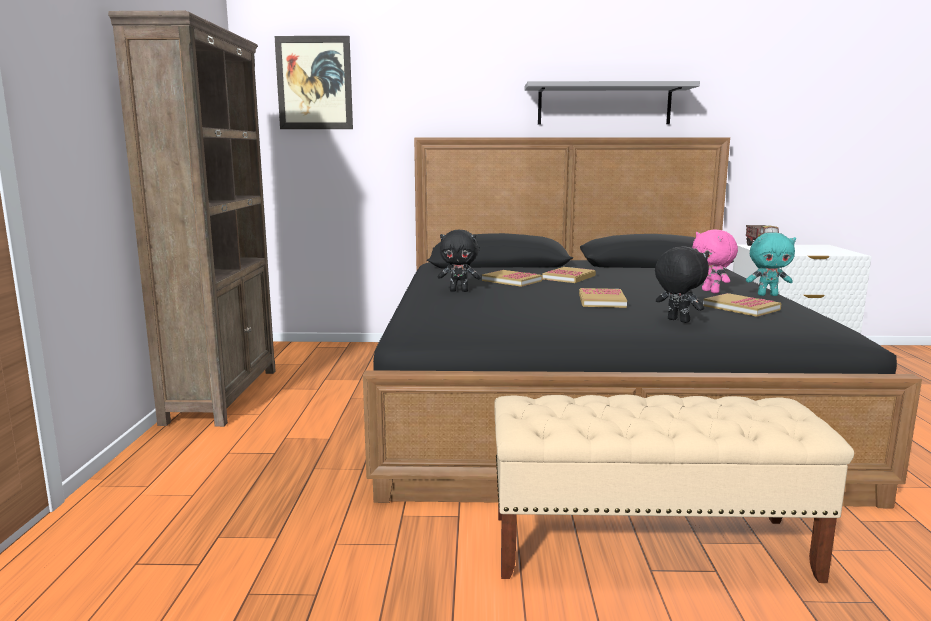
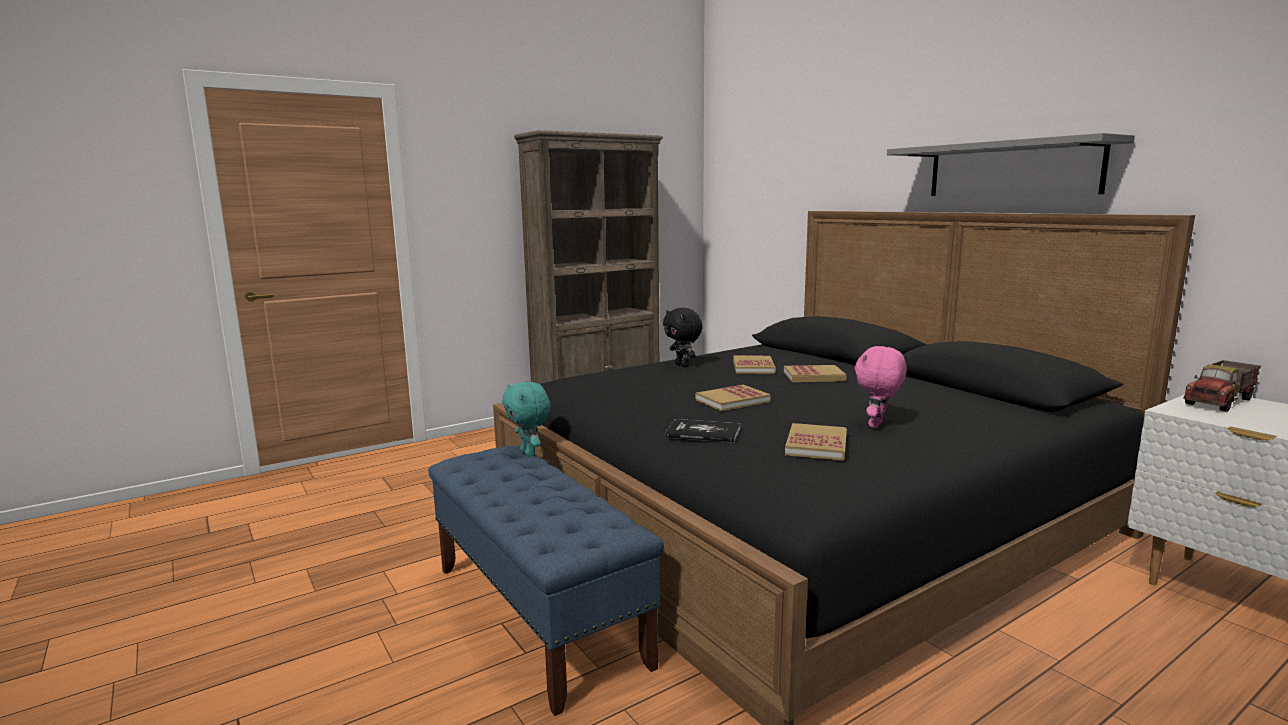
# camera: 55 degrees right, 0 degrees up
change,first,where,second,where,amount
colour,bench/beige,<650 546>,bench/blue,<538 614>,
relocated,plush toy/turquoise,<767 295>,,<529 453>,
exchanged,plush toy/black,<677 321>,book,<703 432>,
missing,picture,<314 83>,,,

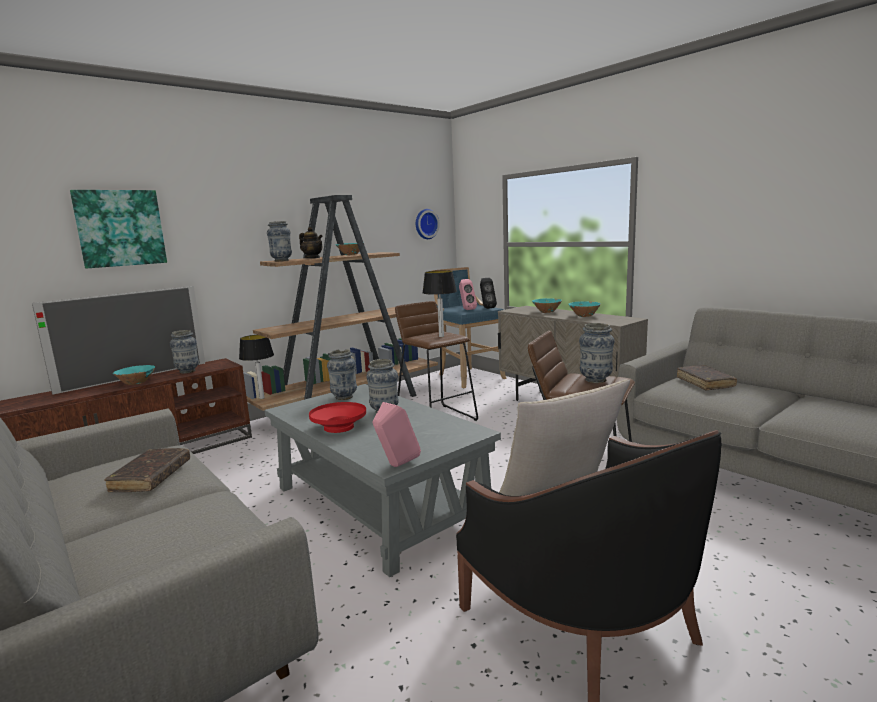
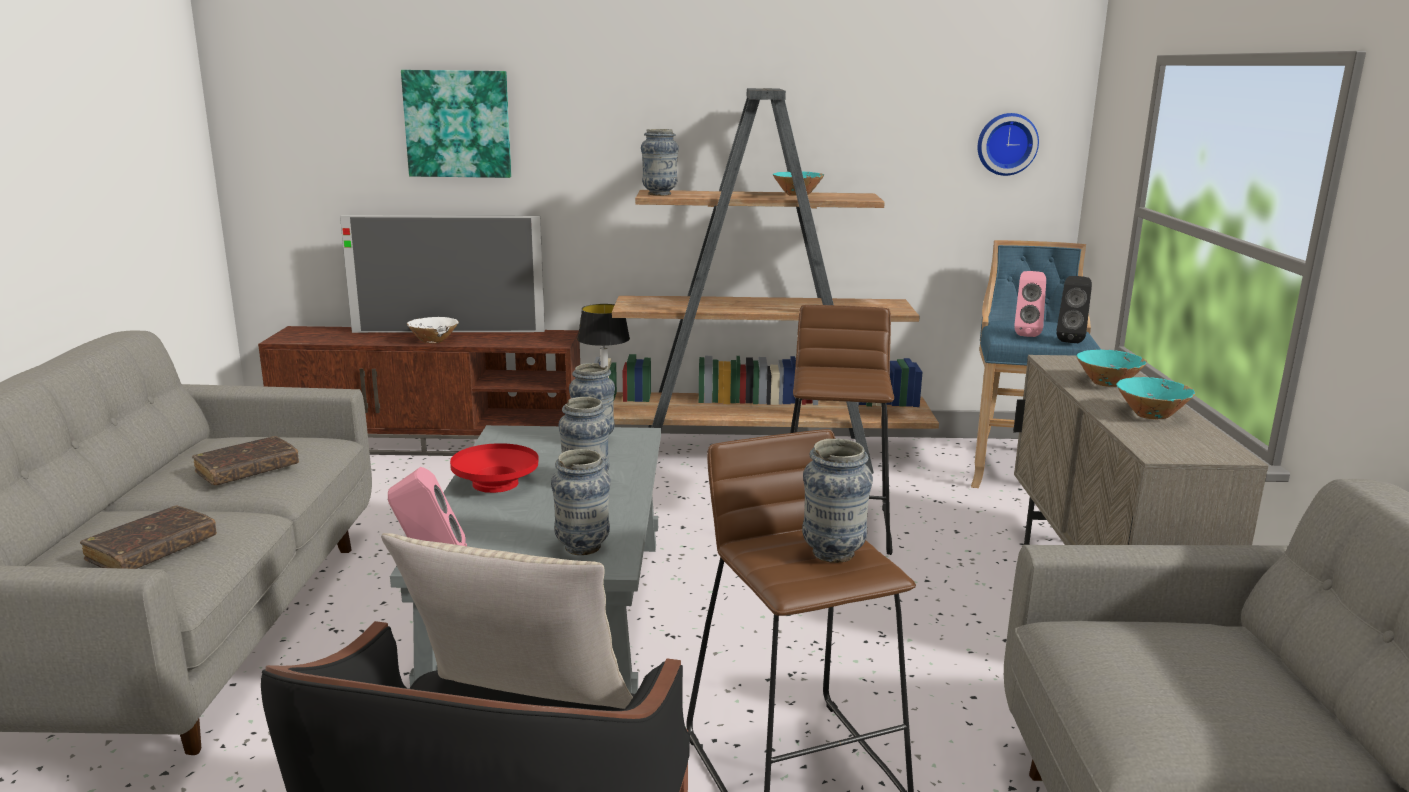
# camera: 40 degrees right, 5 degrees up
change,first,where,second,where,amount
relocated,book/brown,<705 383>,,<152 550>,
colour,bowl/turquoise,<136 383>,bowl/white,<433 341>,
relocated,vase,<187 371>,,<582 547>,
missing,teapot,<312 258>,,,
missing,table lamp,<442 336>,,,

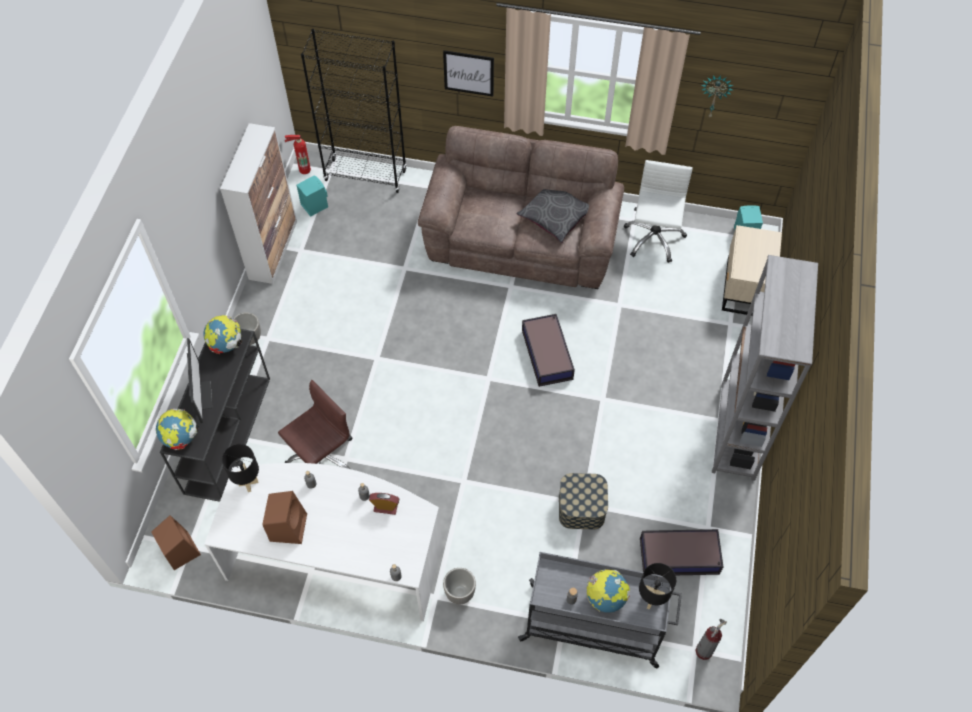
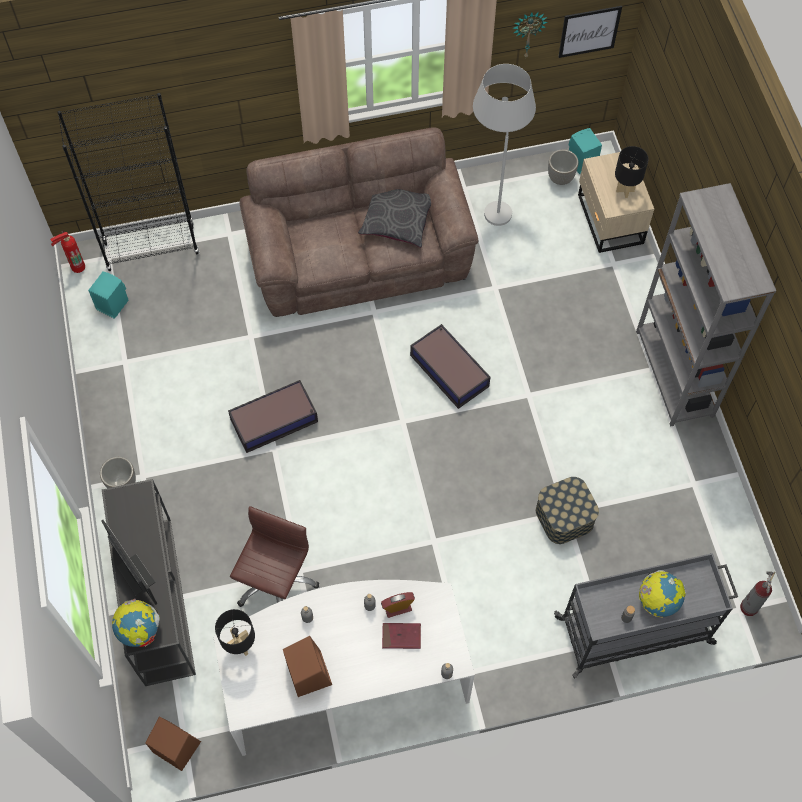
# camera: 25 degrees left, 5 degrees up
change,first,where,second,where,amount
relocated,storage box,<680 556>,,<275 421>,
appeared,,,book/red,<401 636>,
exchanged,office chair/white,<653 238>,floor lamp/white,<493 201>,
relocated,planter,<460 593>,,<560 178>,
relocated,picture,<468 73>,,<589 31>,
relocated,table lamp/black,<650 600>,,<624 191>,
missing,globe,<226 344>,,,
missing,cabinet,<273 249>,,,

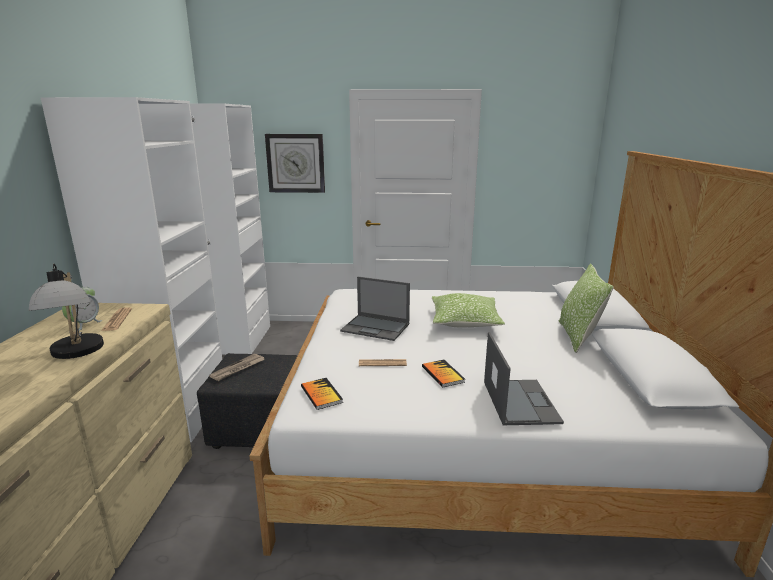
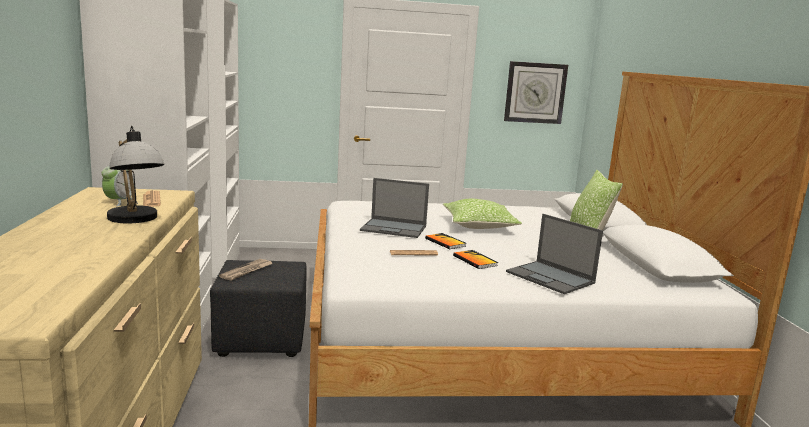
# camera: 10 degrees left, 5 degrees down
change,first,where,second,where,amount
relocated,book,<321 394>,,<445 242>,
relocated,wall clock,<295 163>,,<535 92>,
spun,laptop,<519 401>,,<551 278>,150 degrees clockwise

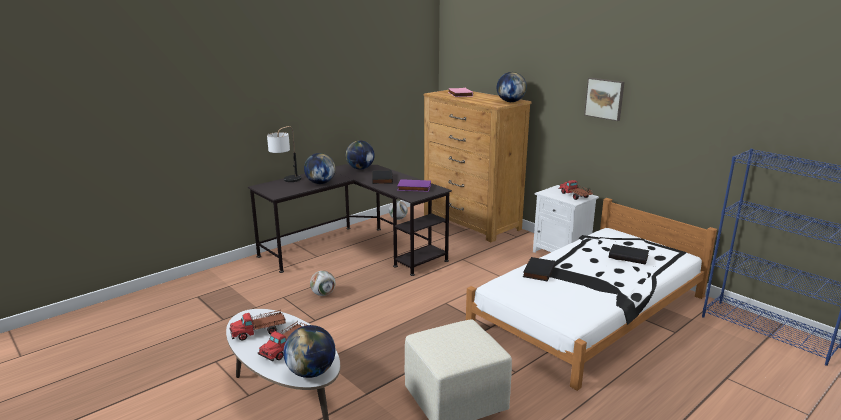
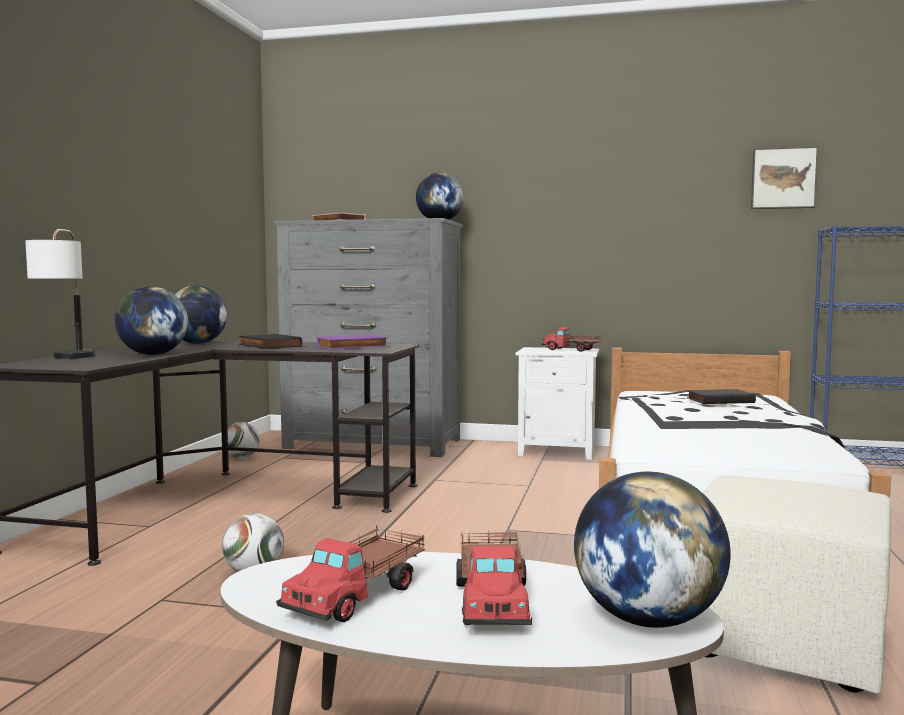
# camera: 35 degrees left, 15 degrees down
change,first,where,second,where,amount
colour,dresser/brown,<471 222>,dresser/grey,<373 444>,
relocated,picture,<605 98>,,<783 178>,
missing,book/black,<538 271>,,,

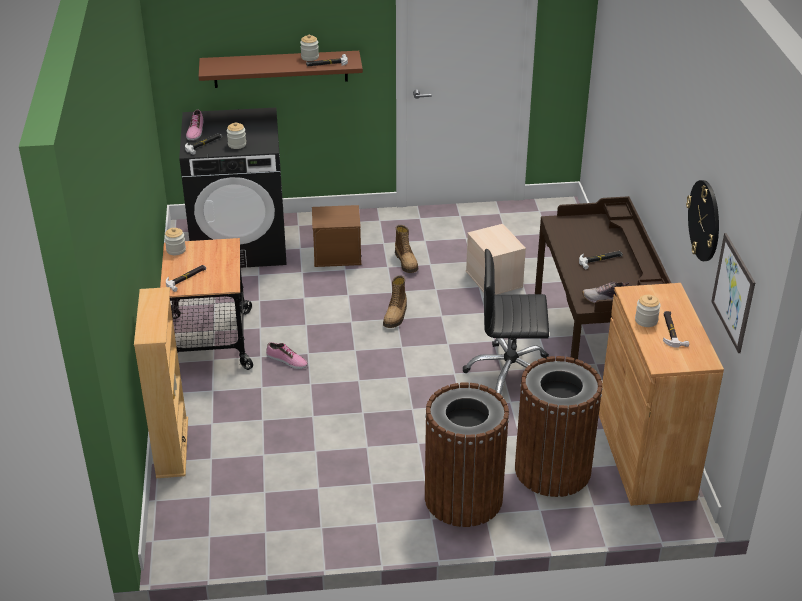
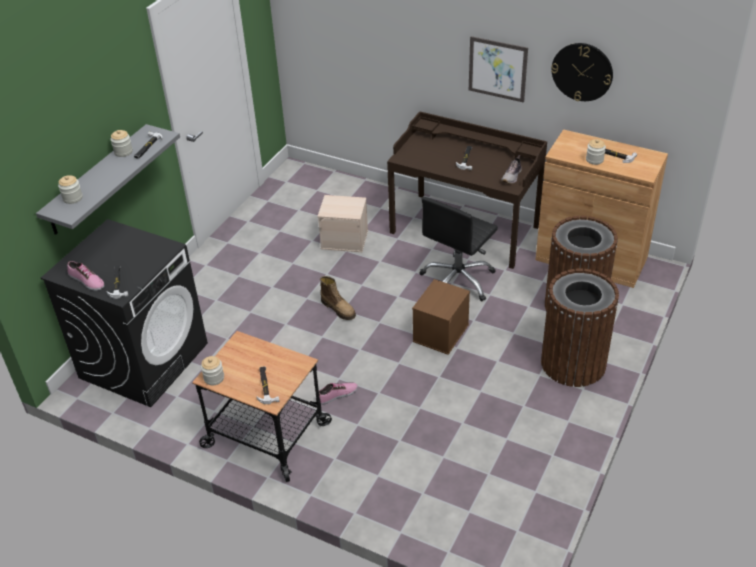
# camera: 55 degrees left, 5 degrees up
change,first,where,second,where,amount
colour,shelf/brown,<280 69>,shelf/grey,<98 180>,
relocated,jar,<237 144>,,<73 198>,
relocated,storage box/brown,<338 254>,,<440 332>,
relocated,picture,<733 292>,,<497 69>,
missing,bookcase/beige,<172 447>,,,
missing,boot,<406 262>,,,

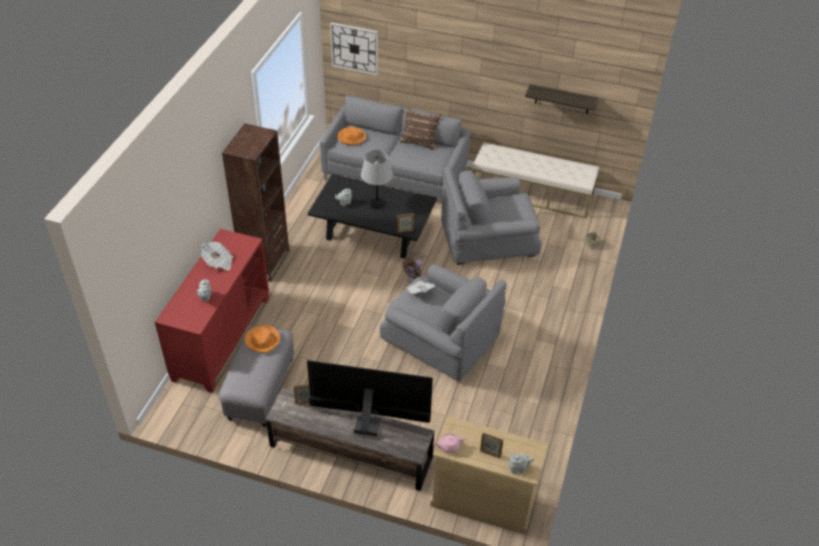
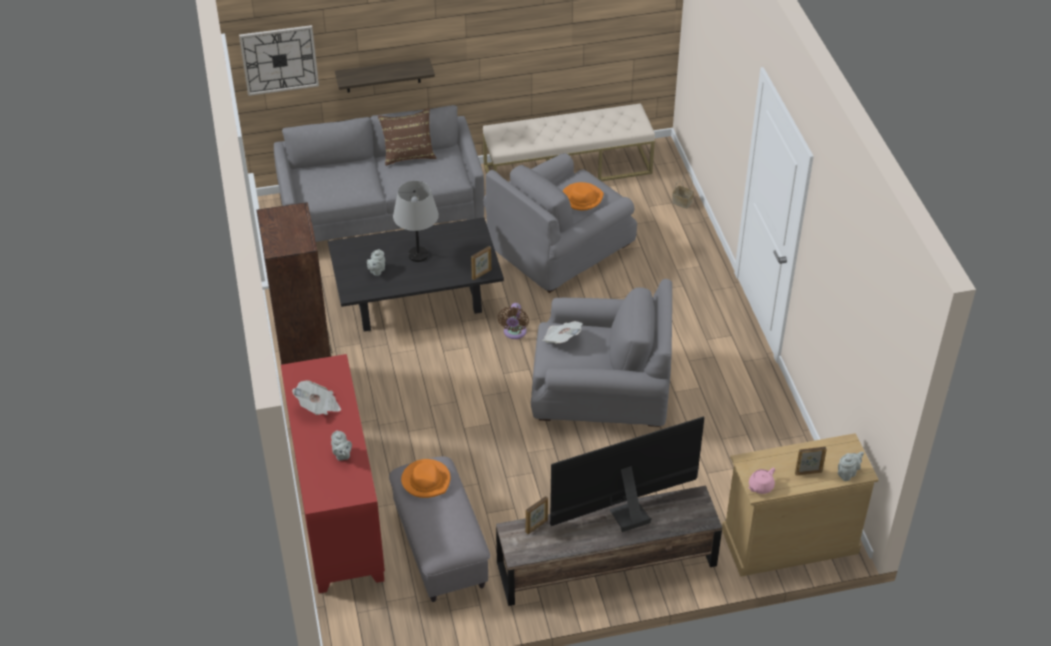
# camera: 30 degrees left, 0 degrees up
change,first,where,second,where,amount
relocated,shelf,<562 99>,,<383 75>,
relocated,hat/orange,<351 137>,,<581 198>,

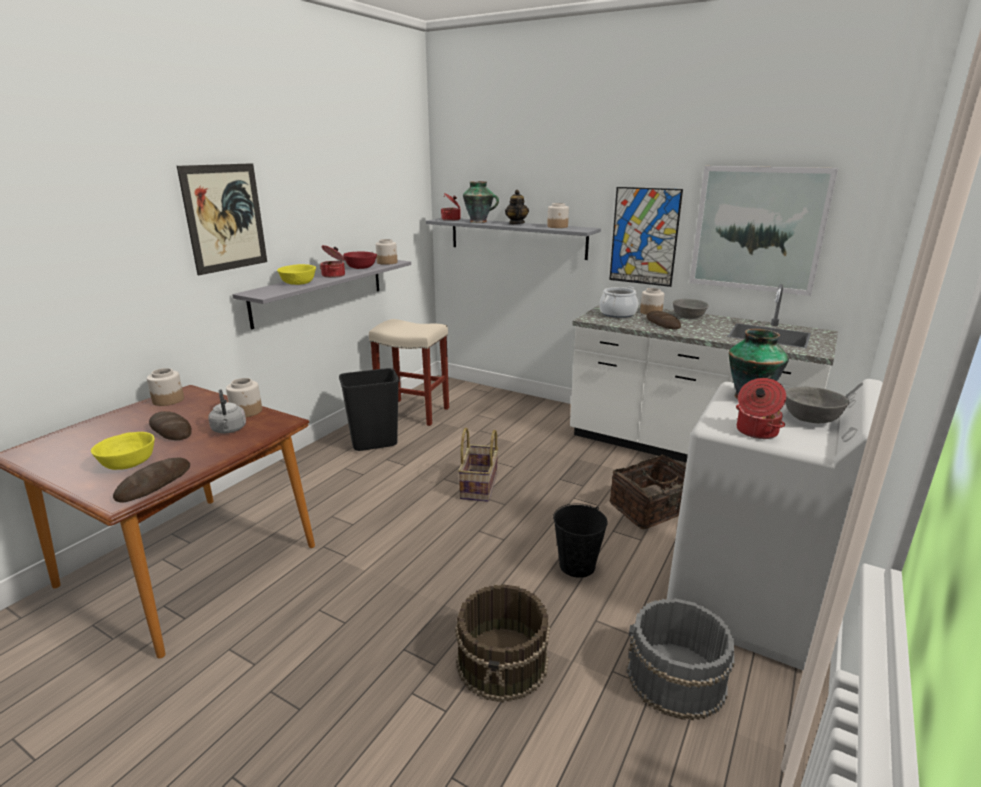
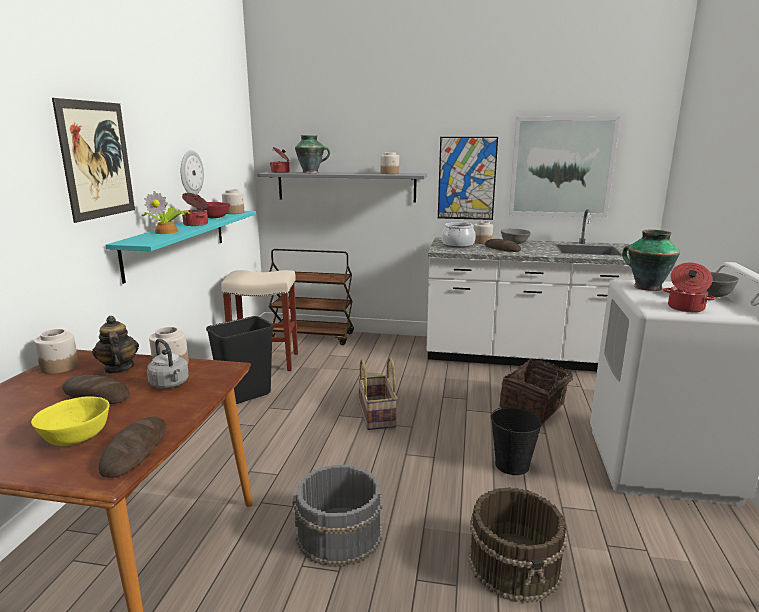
# camera: 20 degrees left, 5 degrees down
change,first,where,second,where,amount
relocated,teapot,<516 223>,,<118 368>,
colour,shelf/grey,<320 291>,shelf/turquoise,<177 242>,
exchanged,bowl/yellow,<298 283>,potted plant,<168 232>,
appeared,,,wall clock,<191 173>,
appeared,,,cart/brown,<312 336>,
relocated,bucket/grey,<675 678>,,<339 535>,

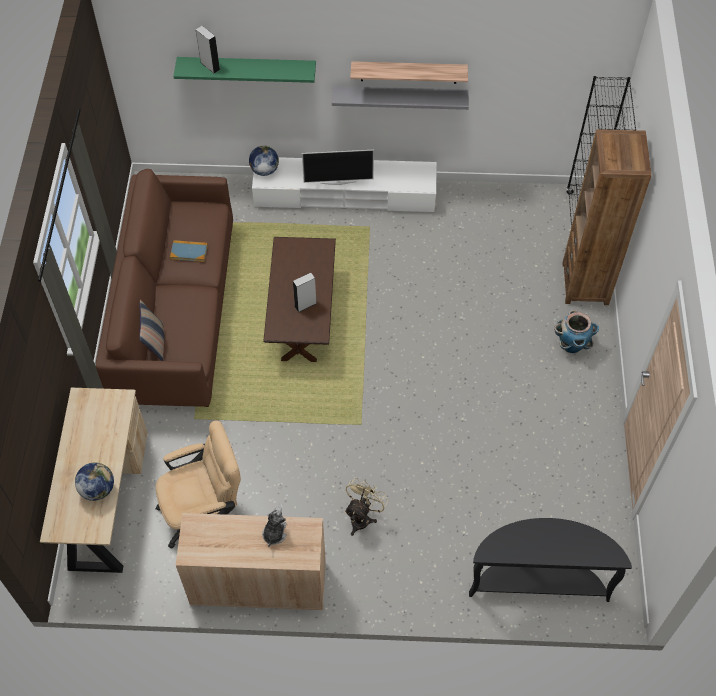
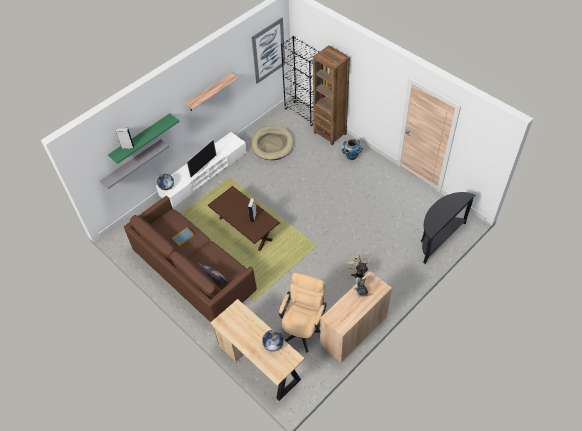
# camera: 45 degrees left, 5 degrees down
change,first,where,second,where,amount
relocated,shelf/grey,<400 96>,,<132 164>,
appeared,,,picture,<268 51>,
appeared,,,dog bed/beige,<272 144>,

